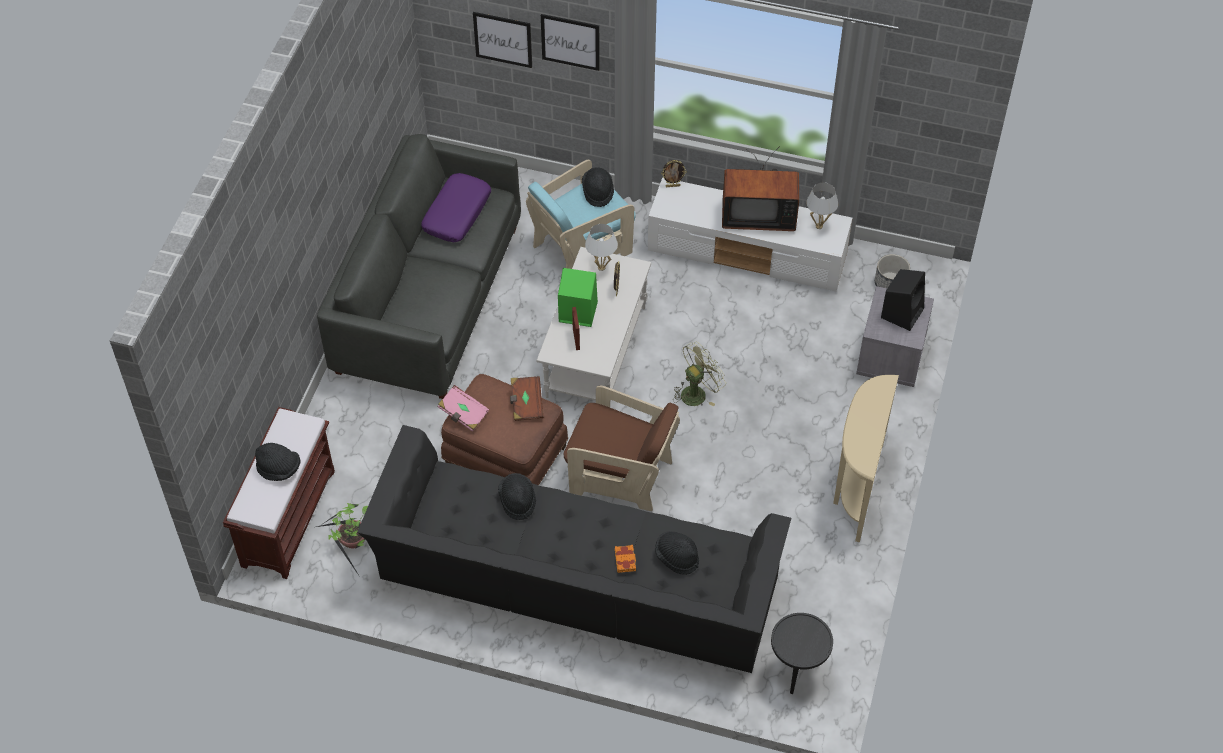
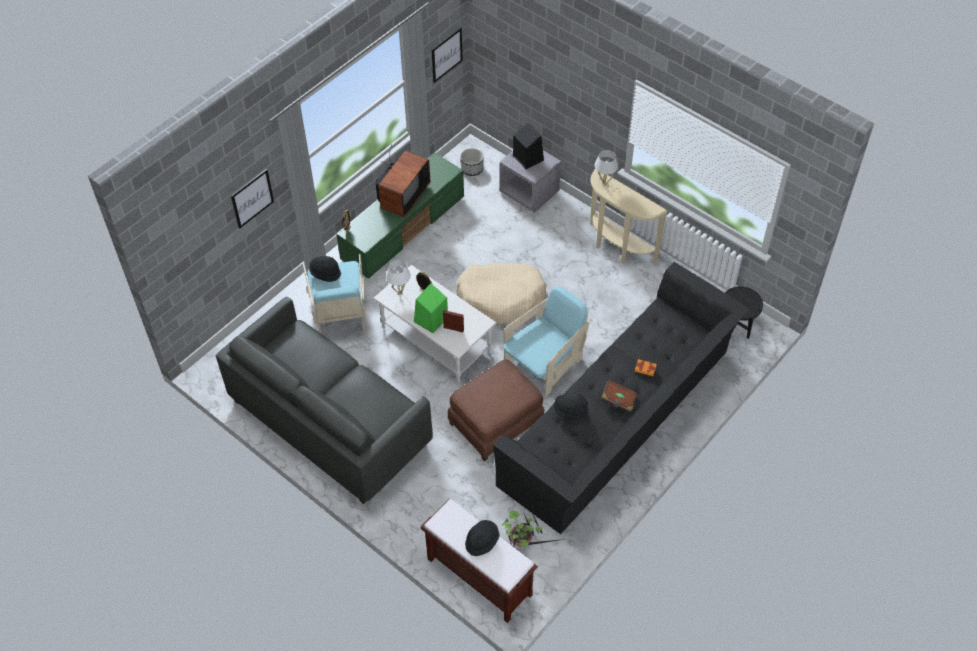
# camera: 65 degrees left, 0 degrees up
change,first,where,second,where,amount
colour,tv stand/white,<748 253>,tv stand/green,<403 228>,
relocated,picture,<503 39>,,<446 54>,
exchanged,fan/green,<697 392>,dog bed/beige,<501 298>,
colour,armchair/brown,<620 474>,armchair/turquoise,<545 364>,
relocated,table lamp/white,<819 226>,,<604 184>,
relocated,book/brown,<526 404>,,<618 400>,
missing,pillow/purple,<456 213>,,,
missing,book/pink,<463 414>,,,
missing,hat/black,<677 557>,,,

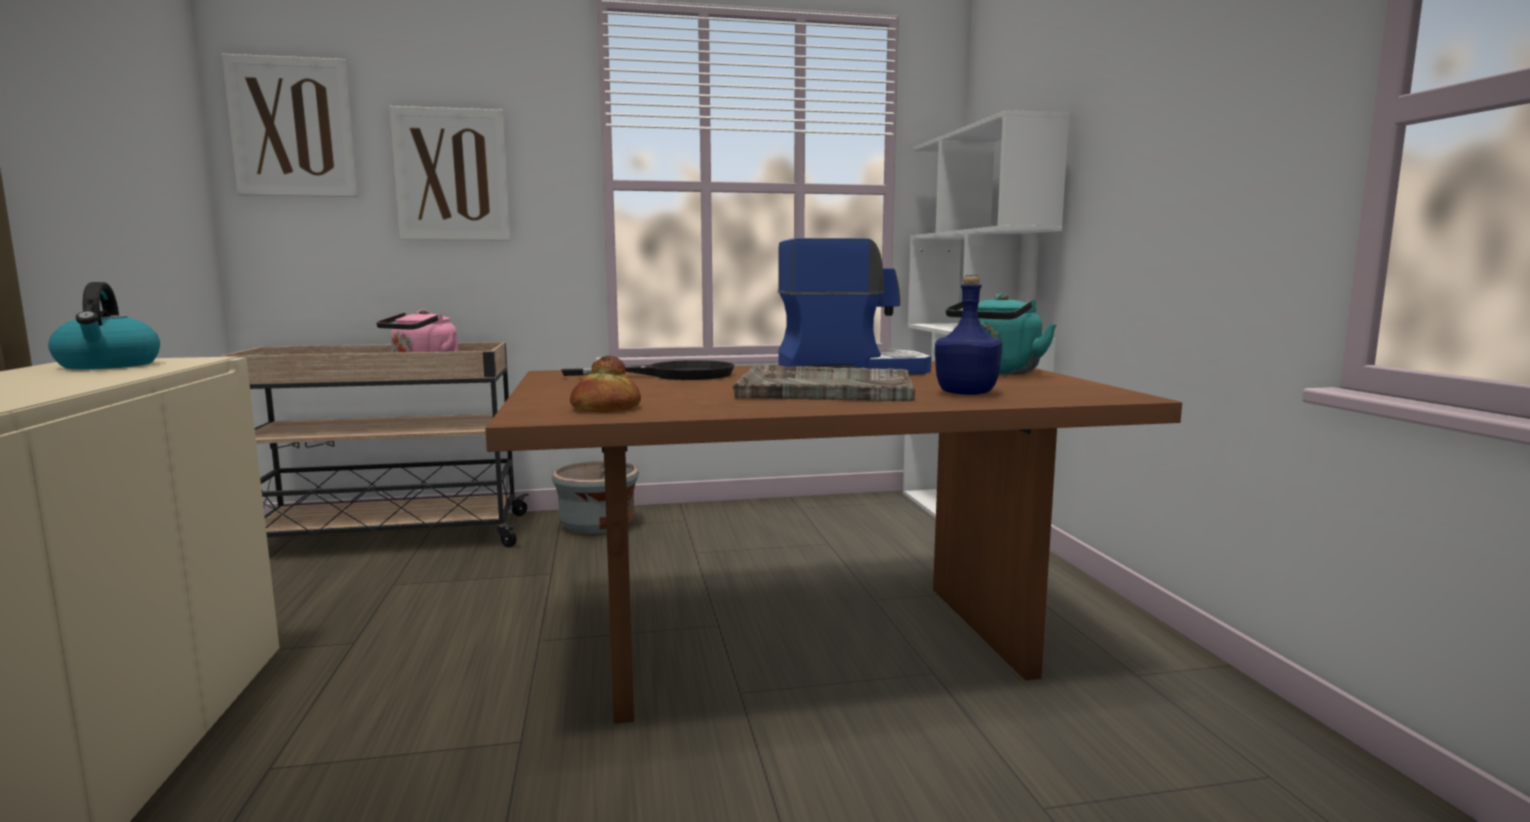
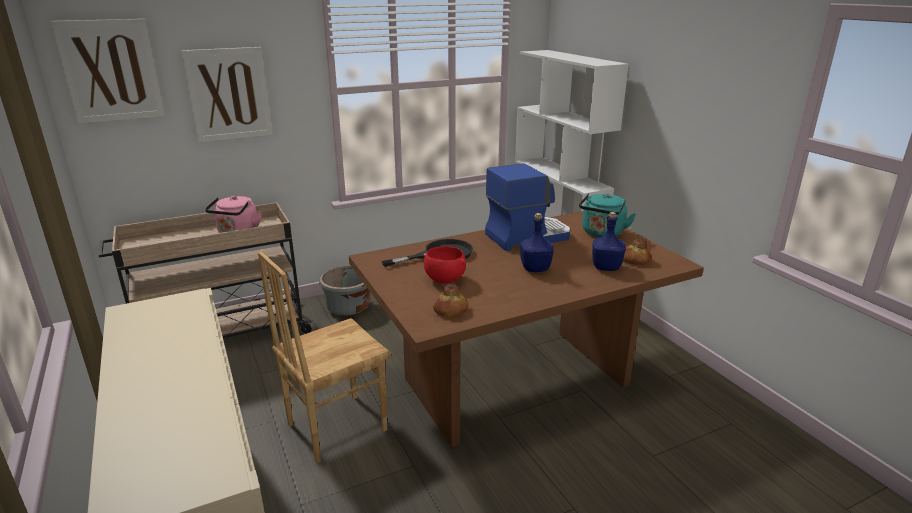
# camera: 15 degrees left, 15 degrees up
change,first,where,second,where,amount
appeared,,,chair/brown,<335 427>,
appeared,,,bowl/red,<444 279>,
exchanged,tray/grey,<824 388>,bottle/blue,<535 268>,
appeared,,,bread,<634 260>,
missing,kettle,<109 365>,,,

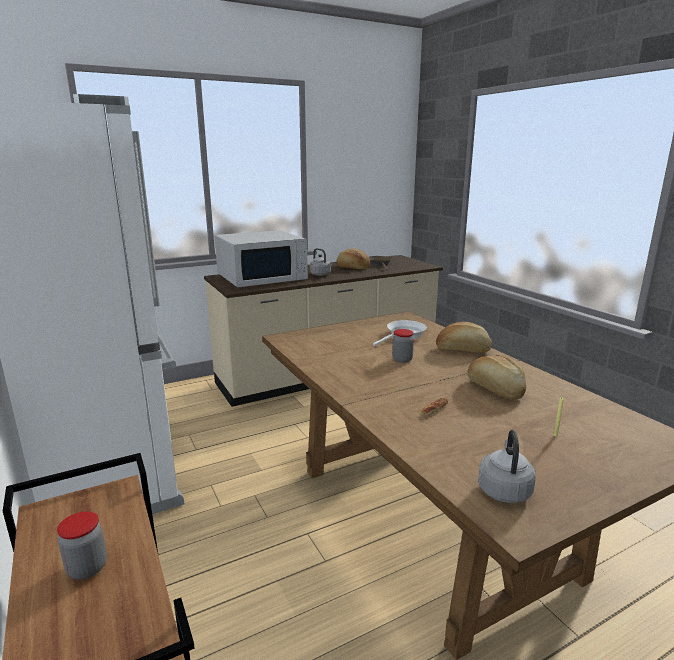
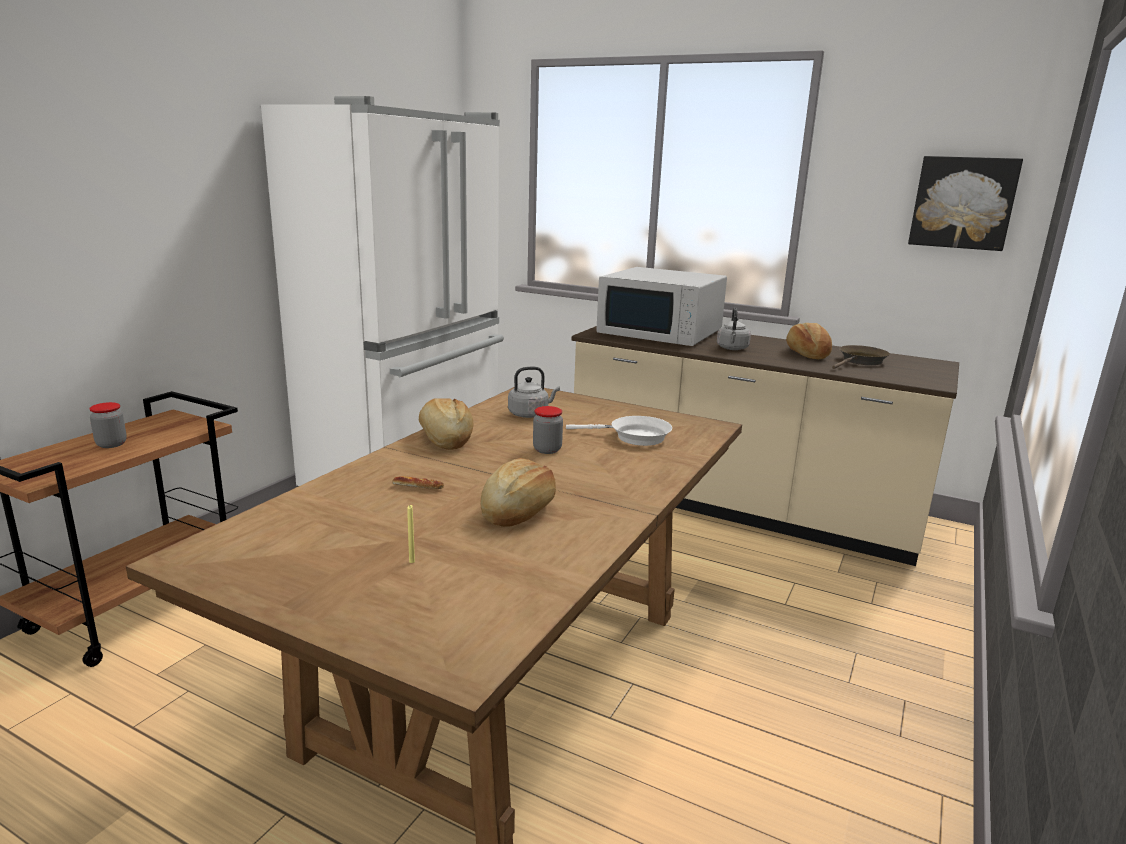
# camera: 55 degrees right, 0 degrees up
change,first,where,second,where,amount
relocated,bread,<462 350>,,<444 439>,
relocated,kettle/grey,<504 489>,,<530 414>,
appeared,,,picture,<963 203>,

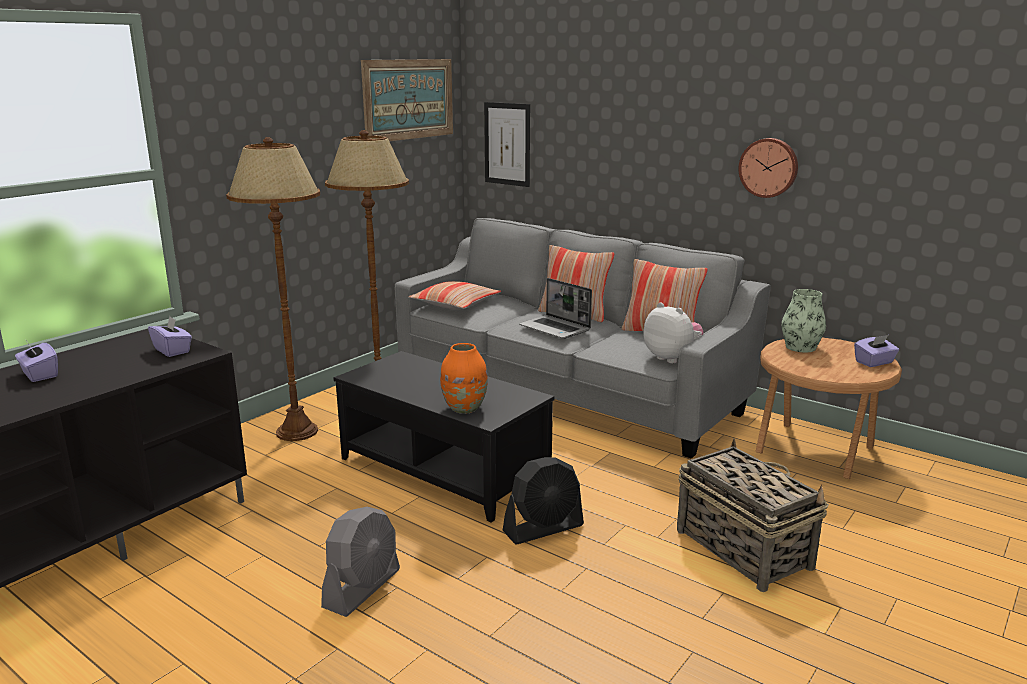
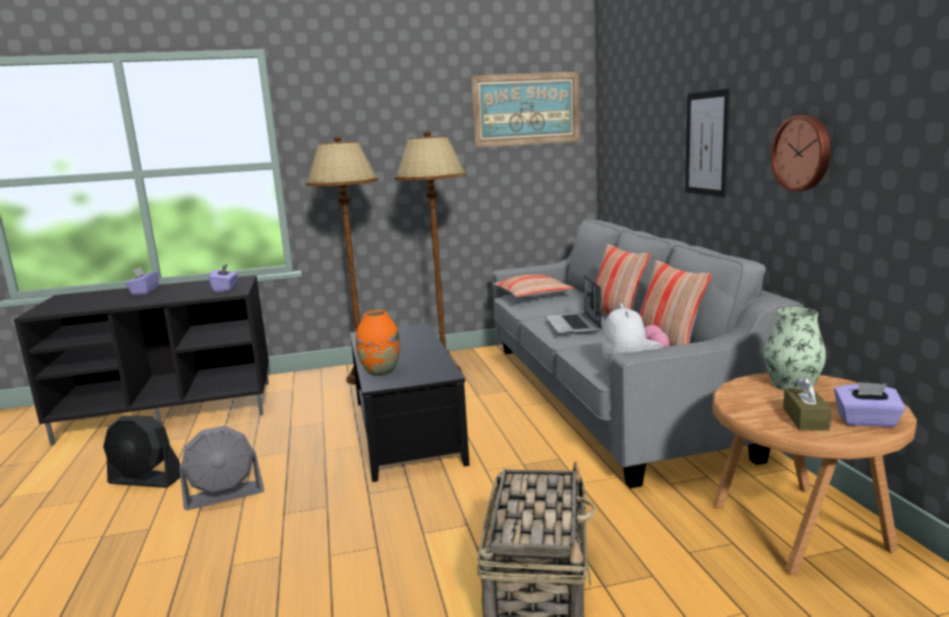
# camera: 40 degrees right, 5 degrees down
change,first,where,second,where,amount
relocated,fan/black,<543 528>,,<146 480>,
relocated,picture,<507 144>,,<707 143>,
appeared,,,tissue box/brown,<805 419>,

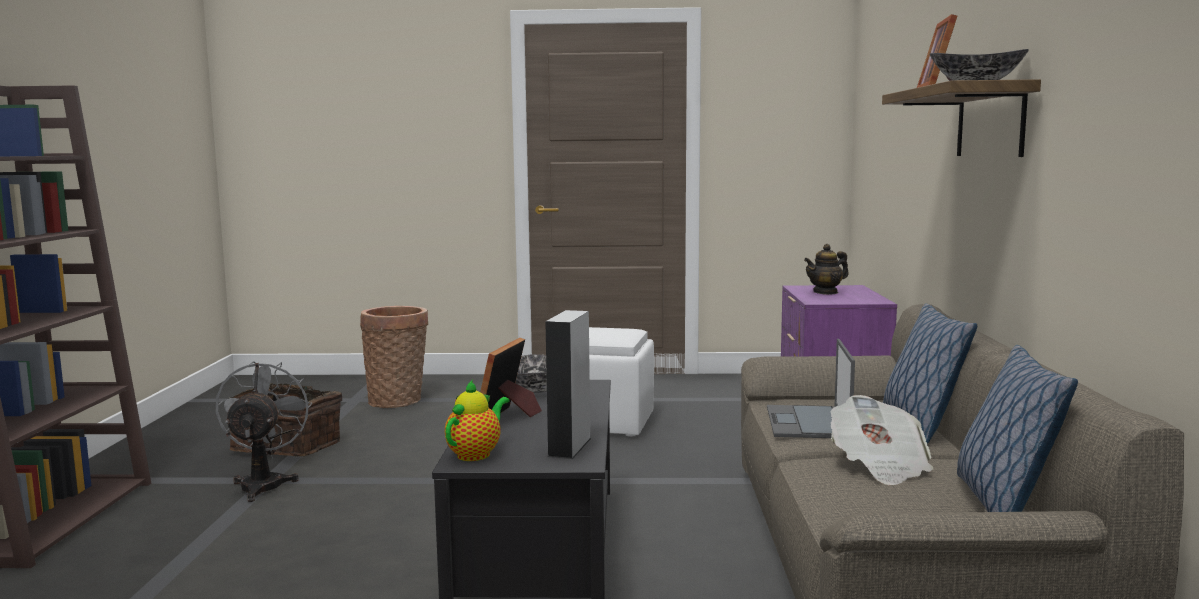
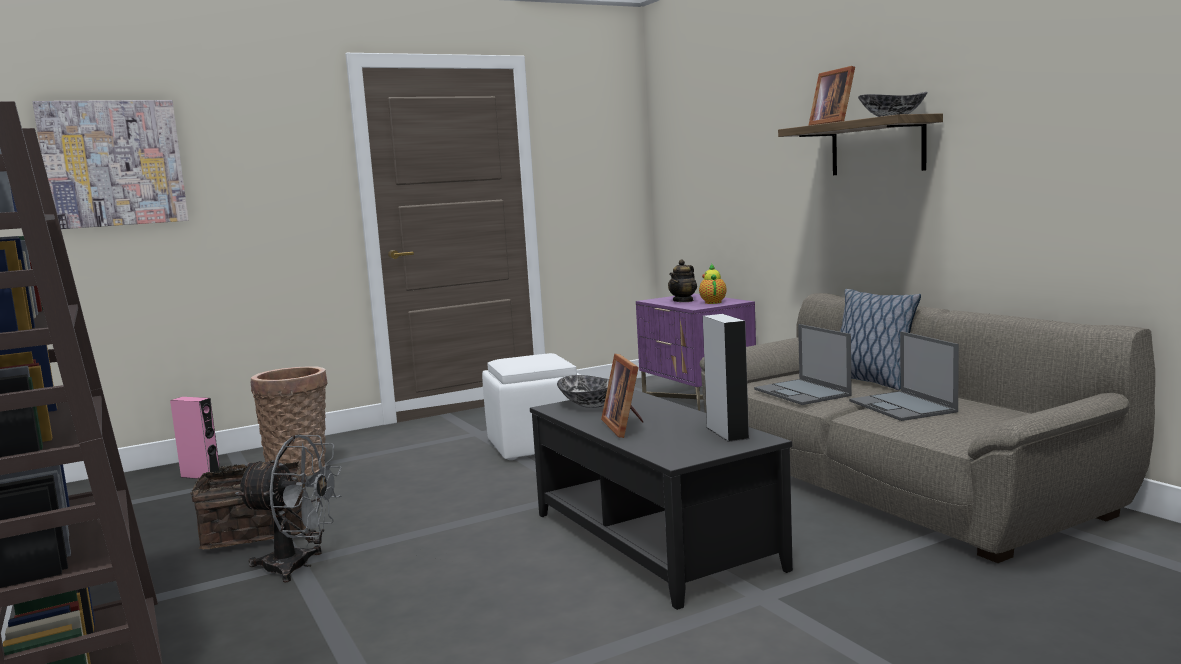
# camera: 30 degrees left, 0 degrees up
change,first,where,second,where,amount
appeared,,,picture,<113 163>,
appeared,,,speaker/pink,<200 476>,
spun,fan/grey,<265 483>,,<298 566>,135 degrees clockwise
relocated,teapot,<476 454>,,<713 302>,
exchanged,newspaper,<879 466>,laptop,<903 407>,
missing,pillow,<1002 503>,,,

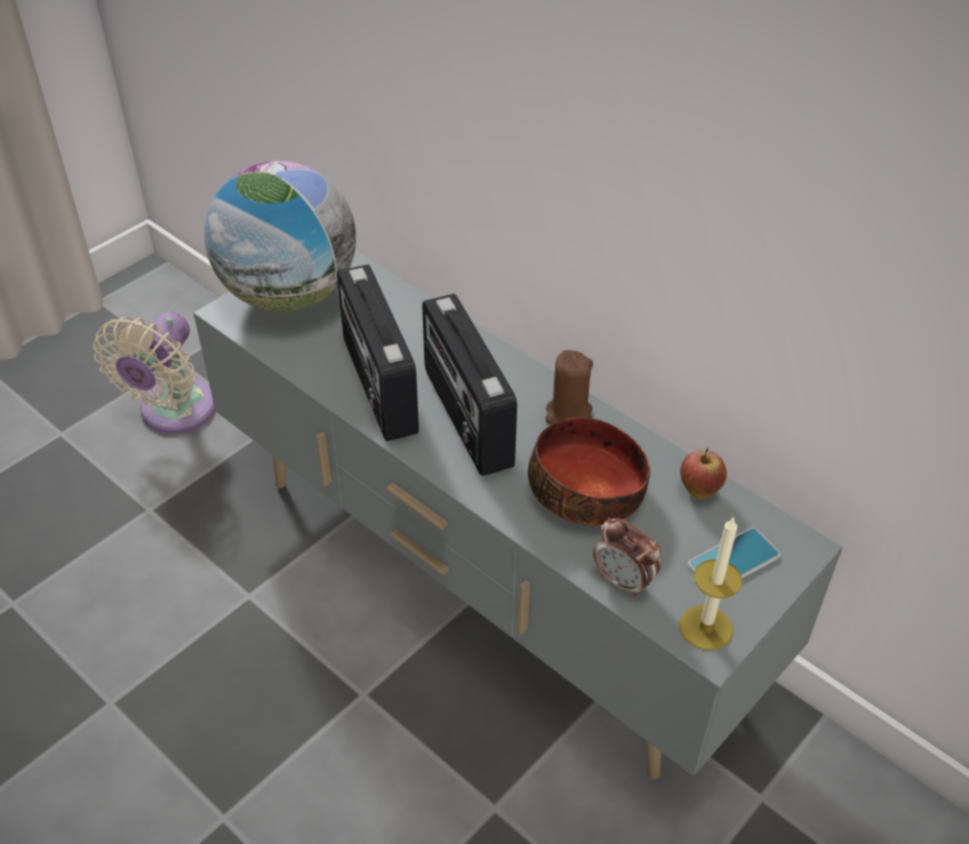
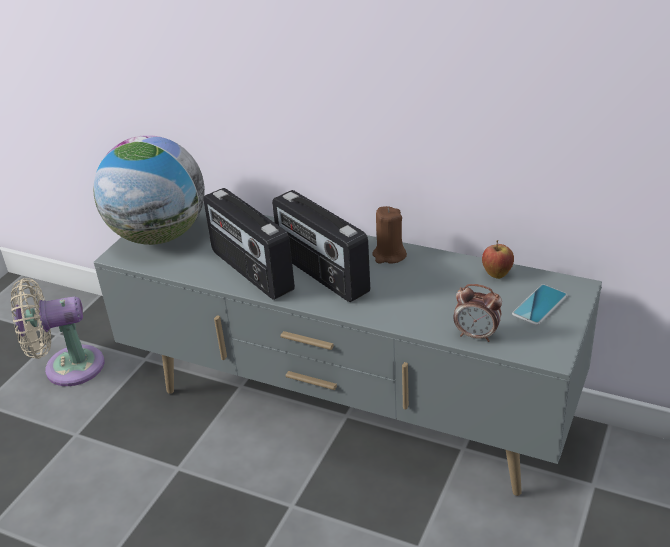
# camera: 15 degrees left, 10 degrees down
change,first,where,second,where,amount
spun,fan/beige,<173 412>,,<67 367>,75 degrees clockwise
missing,bowl,<587 490>,,,
missing,candle,<705 627>,,,

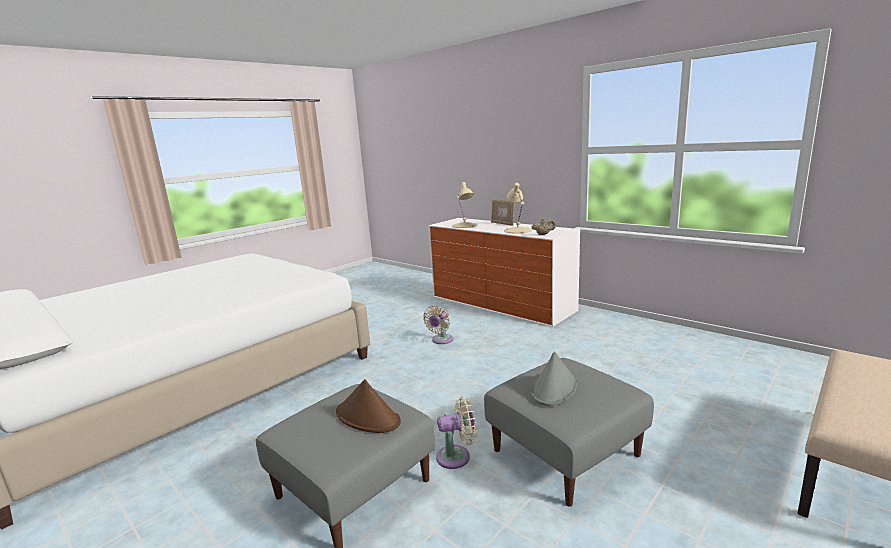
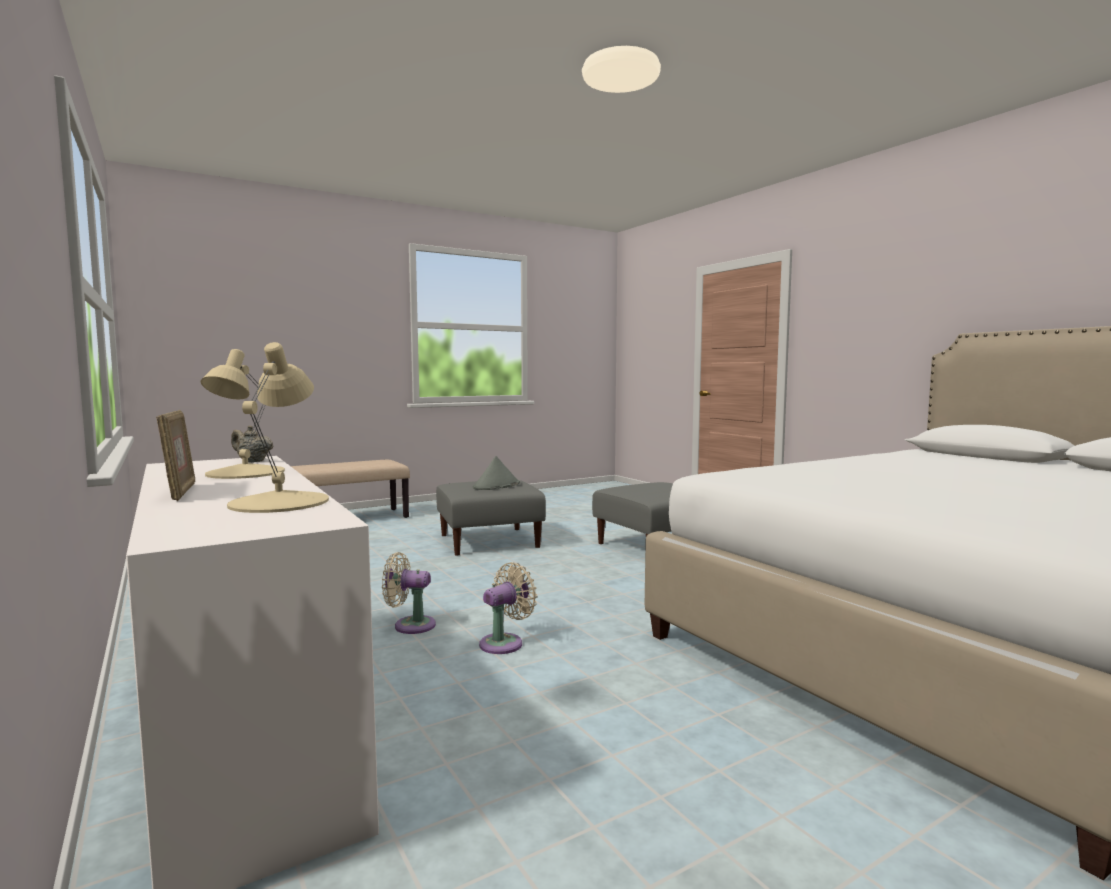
# camera: 165 degrees left, 10 degrees down
change,first,where,second,where,amount
relocated,fan/beige,<457 456>,,<410 625>,
missing,hat/brown,<368 417>,,,

